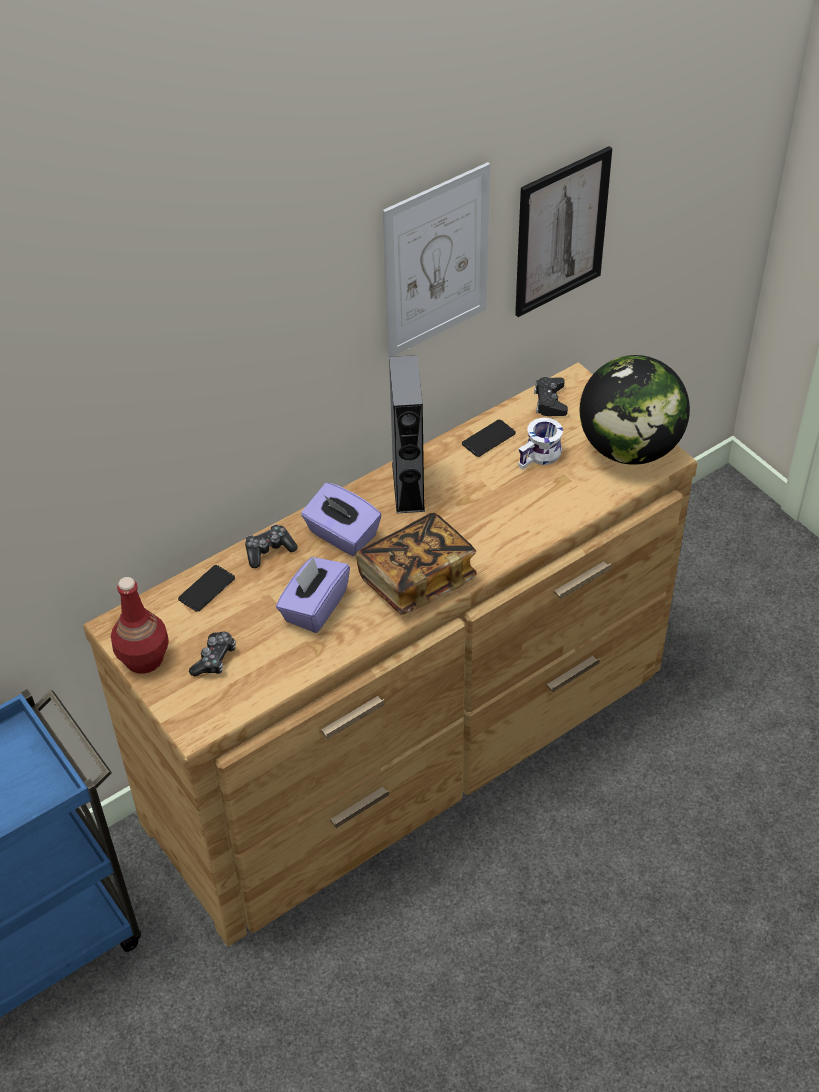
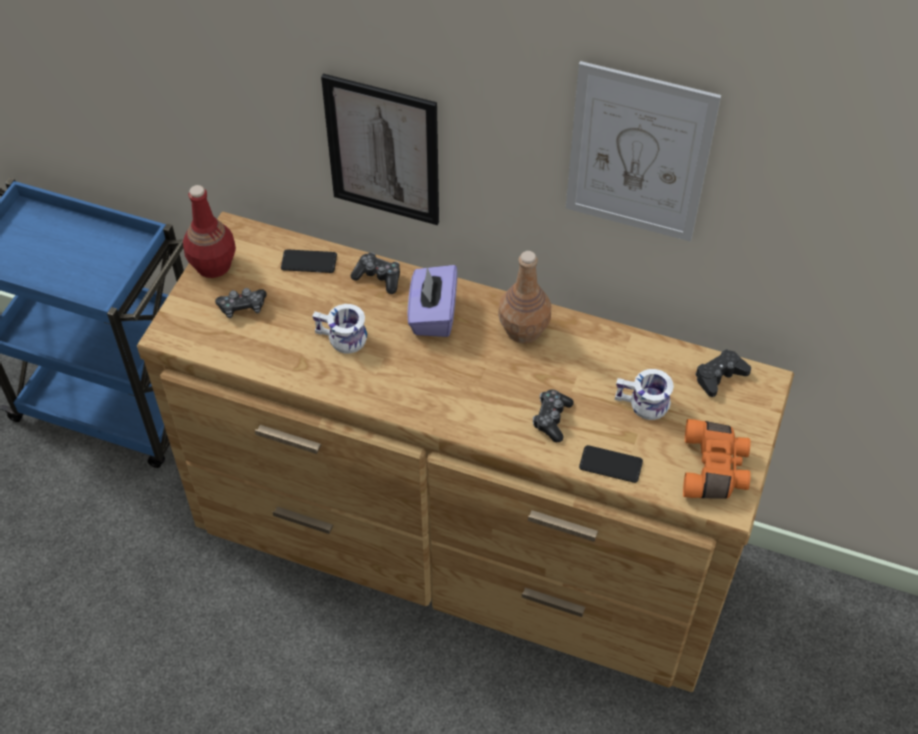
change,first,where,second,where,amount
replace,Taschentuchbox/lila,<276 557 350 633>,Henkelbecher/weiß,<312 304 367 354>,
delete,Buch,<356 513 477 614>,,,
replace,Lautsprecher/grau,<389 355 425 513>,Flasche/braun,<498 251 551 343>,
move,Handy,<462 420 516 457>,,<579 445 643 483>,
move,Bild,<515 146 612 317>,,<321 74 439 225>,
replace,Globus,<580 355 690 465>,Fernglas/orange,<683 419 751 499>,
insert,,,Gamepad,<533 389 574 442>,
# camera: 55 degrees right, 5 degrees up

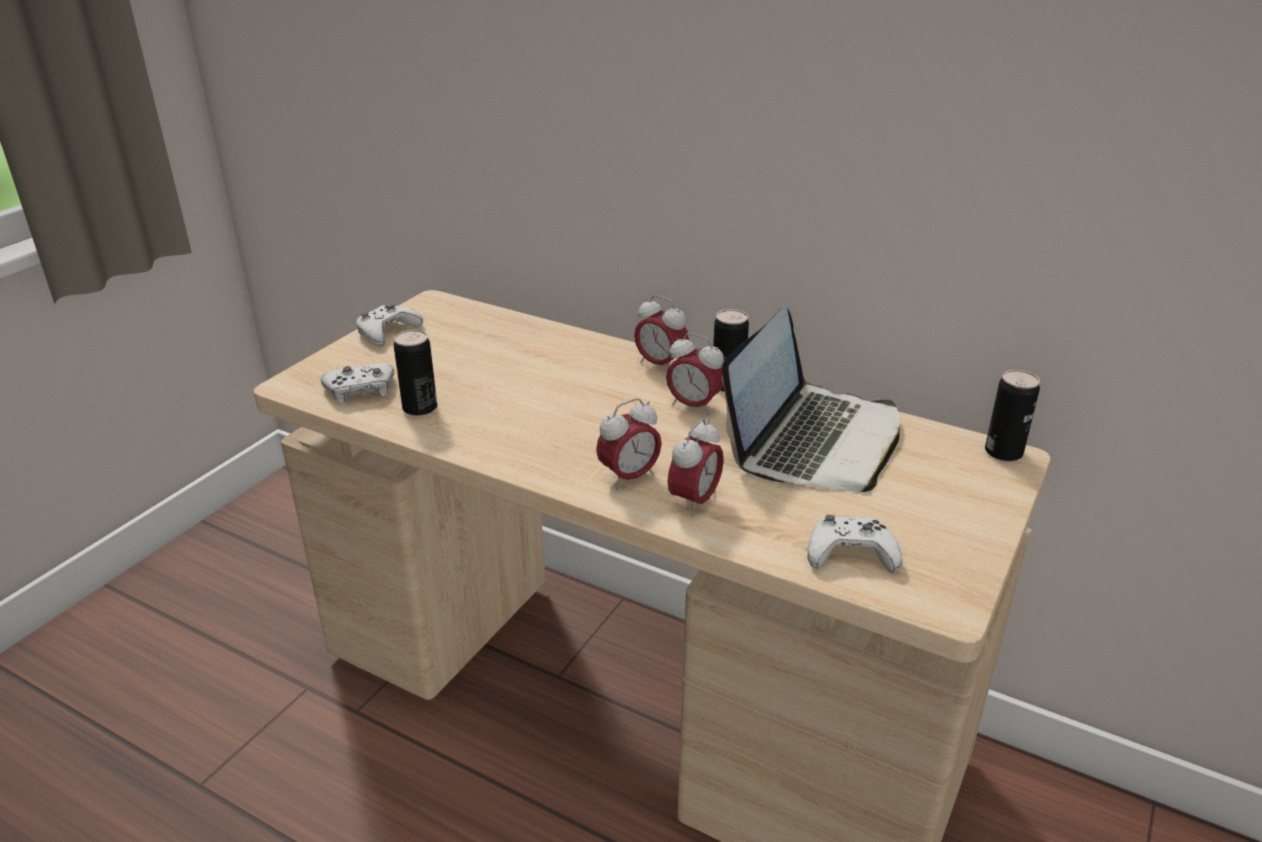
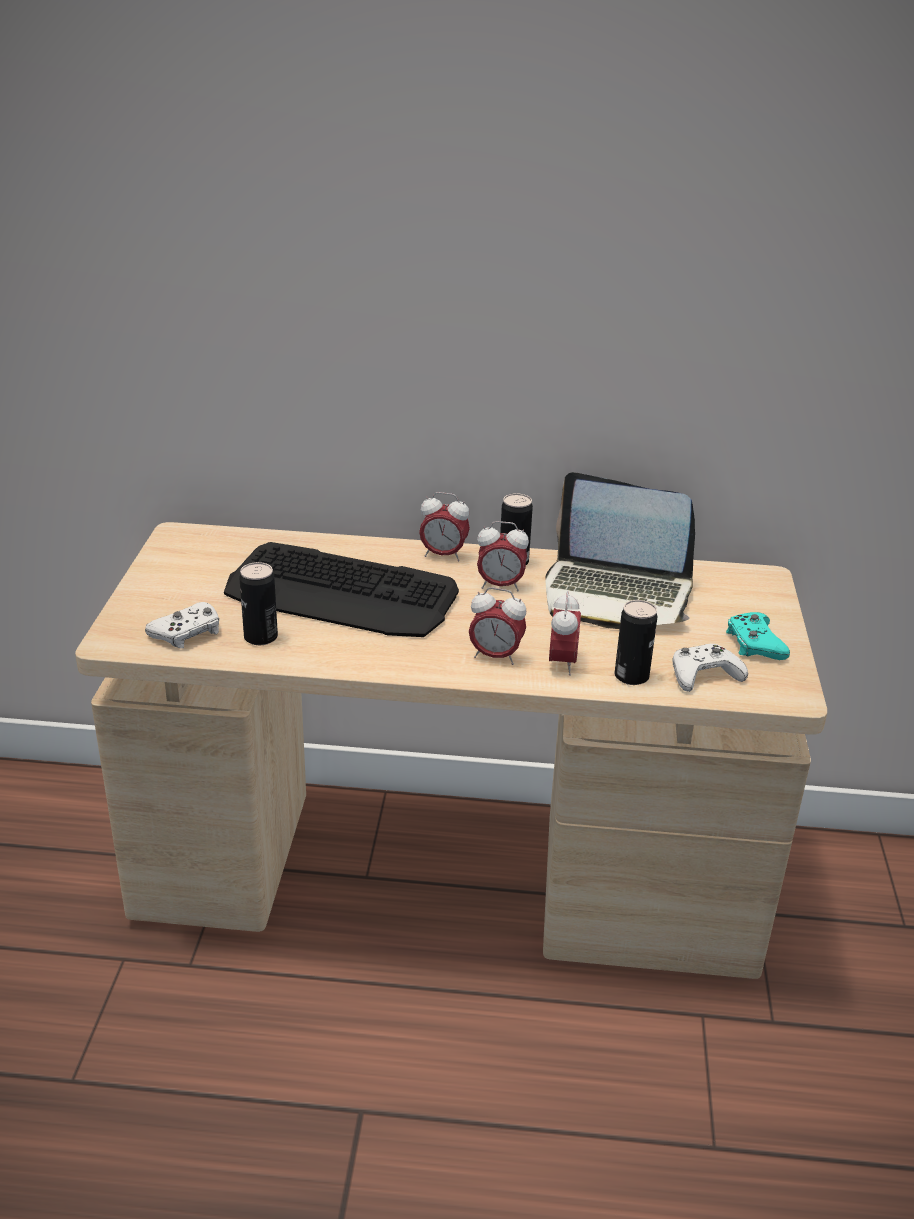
change,first,where,second,where,amount
delete,Gamepad/weiß,<356 305 423 346>,,,
rotate,Wecker,<596 398 662 490>,,<469 587 526 665>,75 degrees clockwise
rotate,Laptop,<722 306 900 492>,,<545 472 695 629>,105 degrees clockwise
move,Dose,<985 370 1040 461>,,<615 600 657 685>,
insert,,,Tastatur,<224 542 459 637>,
insert,,,Gamepad/türkis,<726 612 790 660>,
# camera: 25 degrees left, 0 degrees up

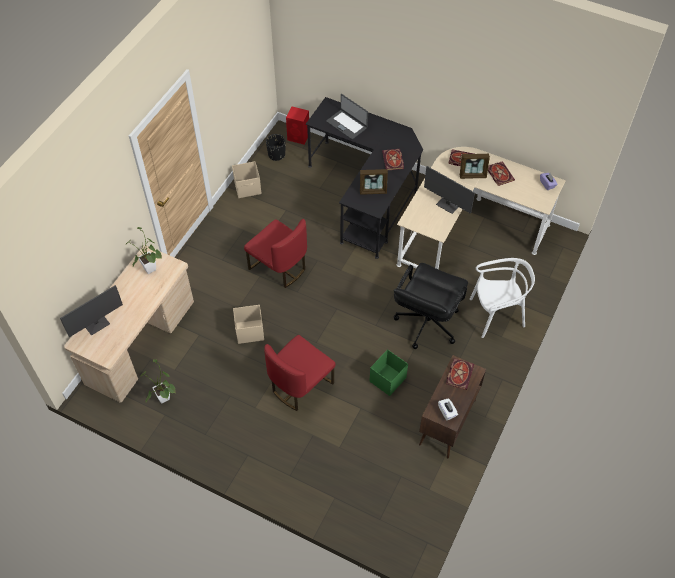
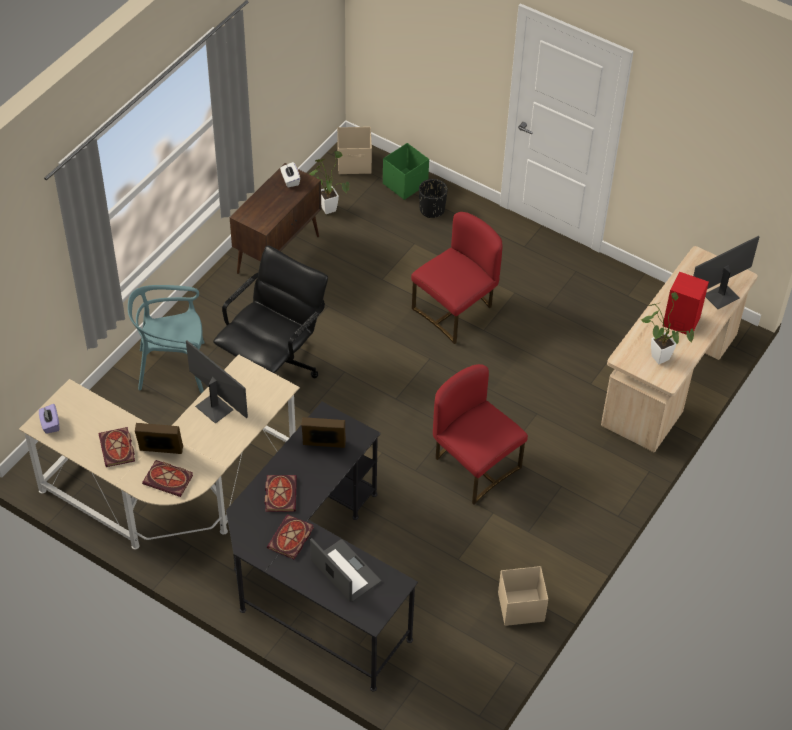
change,first,where,second,where,amount
move,Topfpflanze,<140 359 175 403>,,<309 151 349 214>,
move,Aufbewahrungsbox/beige,<233 305 264 344>,,<337 127 372 174>,
move,Pflanzkübel/schwarz,<266 134 286 161>,,<419 179 448 218>,
move,Lautsprecher/rot,<286 107 309 144>,,<664 272 709 334>,
move,Aufbewahrungsbox/grün,<370 349 408 396>,,<383 143 429 200>,
move,Buch,<446 358 474 390>,,<267 514 314 559>,
recolor,Stuhl/weiß,<470 258 535 338>,Stuhl/türkis,<128 285 205 393>,
# camera: 175 degrees left, 5 degrees down

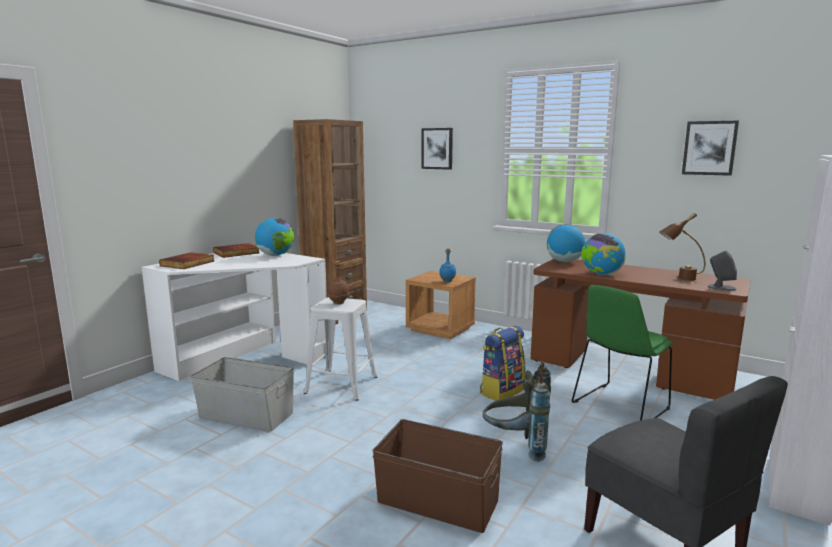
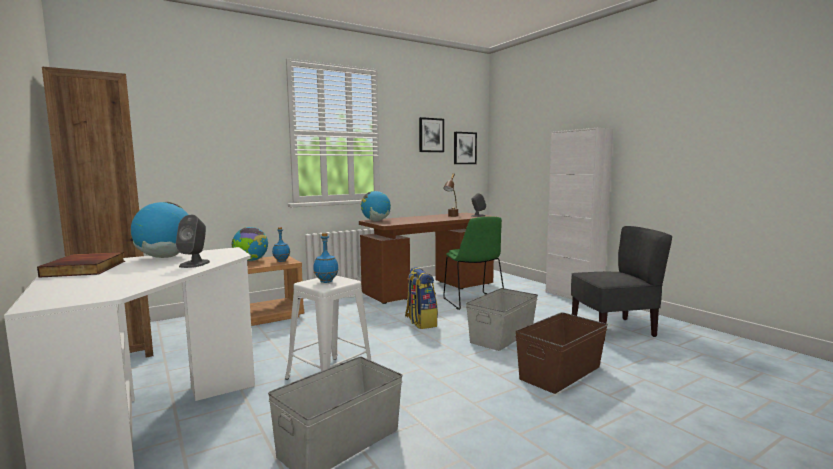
change,first,where,second,where,amount
delete,Buch,<159 252 214 269>,,,
recolor,Flasche/braun,<327 261 349 304>,Flasche/blau,<313 233 339 283>,
move,Bild,<421 128 453 170>,,<454 132 477 164>,
replace,Rucksack/grau,<483 361 551 462>,Aufbewahrungsbox/grau,<466 288 538 351>,
move,Globus,<581 233 626 275>,,<232 227 268 261>,
insert,,,Lautsprecher/grau,<176 215 210 268>,
# camera: 65 degrees left, 5 degrees down

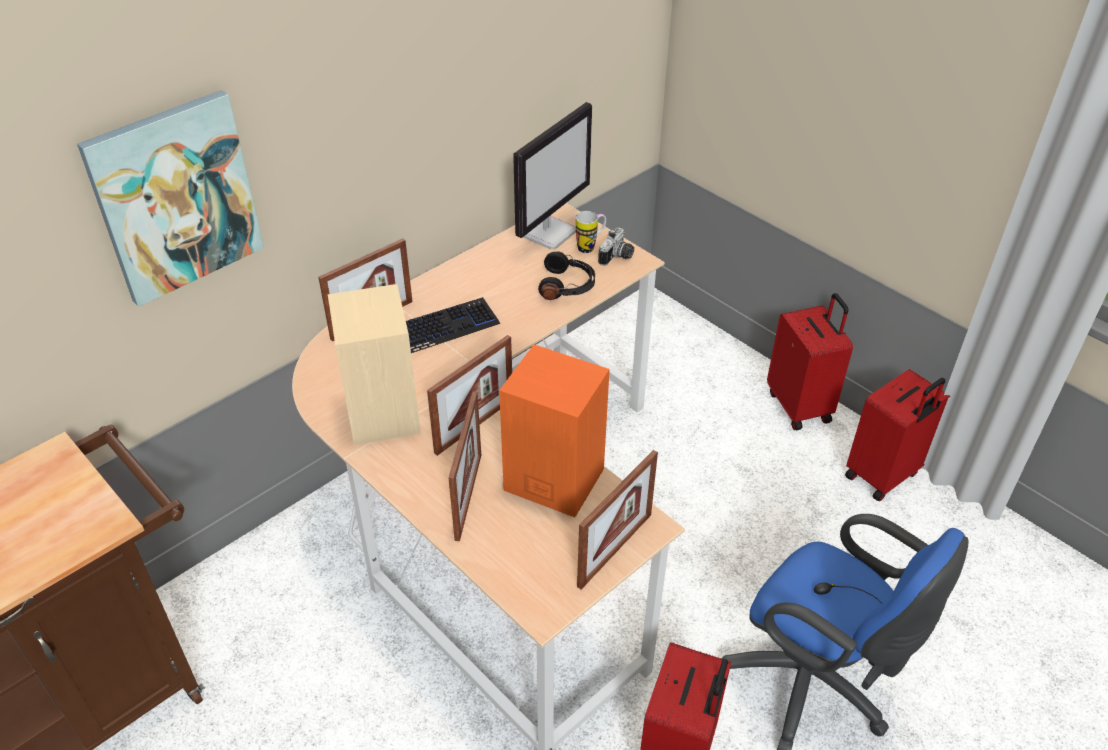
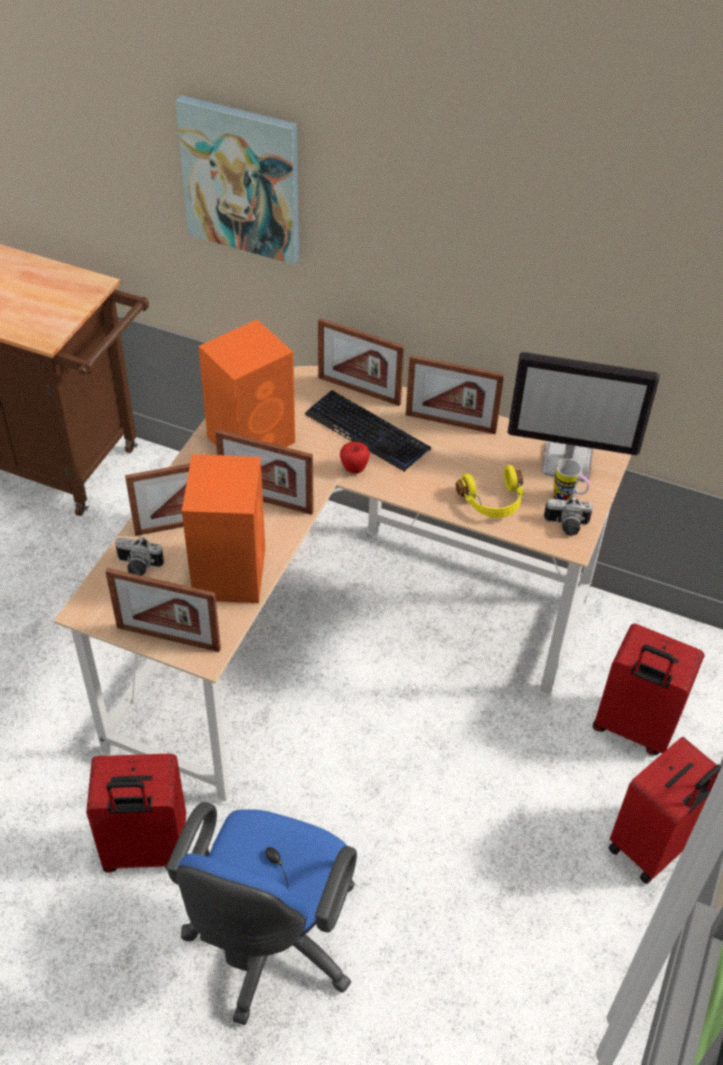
change,first,where,second,where,amount
recolor,Lautsprecher/beige,<328 284 421 445>,Lautsprecher/orange,<198 320 295 447>,
recolor,Kopfhörer/schwarz,<538 251 595 300>,Kopfhörer/gelb,<456 465 524 518>,
move,Koffer/rot,<845 369 950 501>,,<593 624 705 755>,
insert,,,Kamera,<115 536 164 576>,
insert,,,Apfel,<340 442 370 474>,
insert,,,Bilderrahmen,<406 355 505 434>,
# camera: 65 degrees right, 5 degrees up

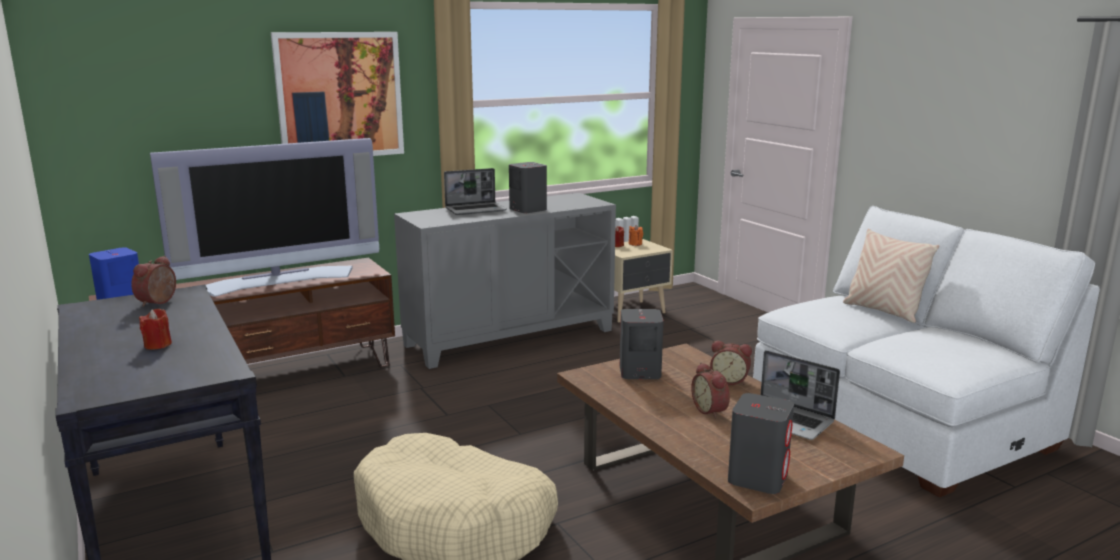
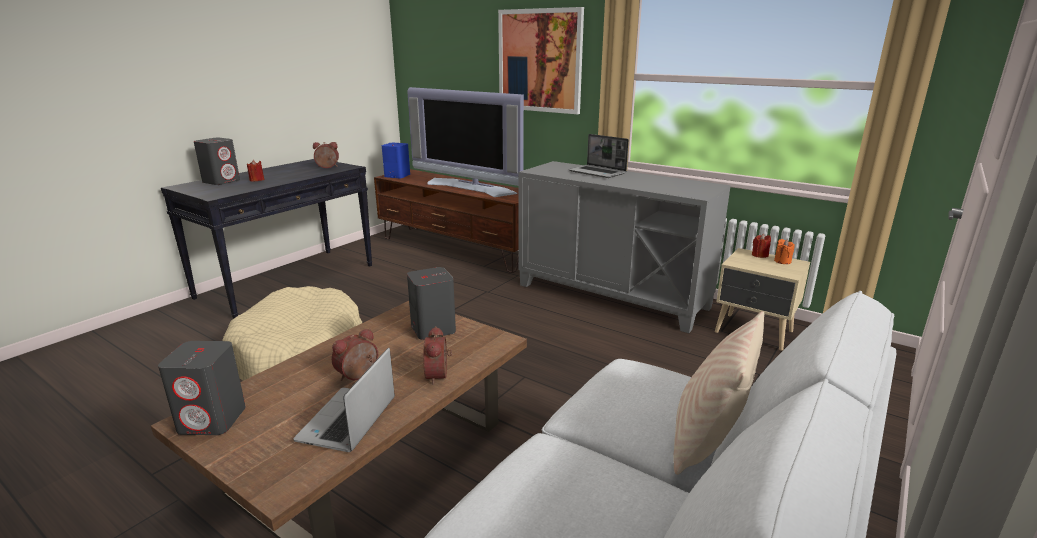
change,first,where,second,where,amount
move,Lautsprecher/grau,<509 162 547 213>,,<194 138 240 185>,
# camera: 65 degrees right, 5 degrees up

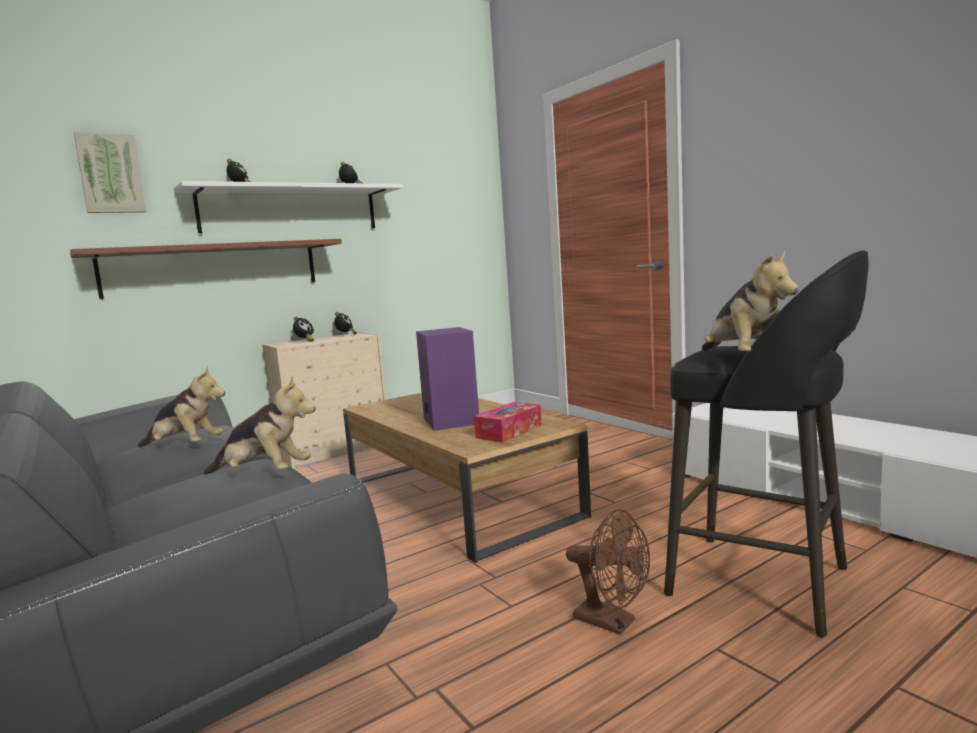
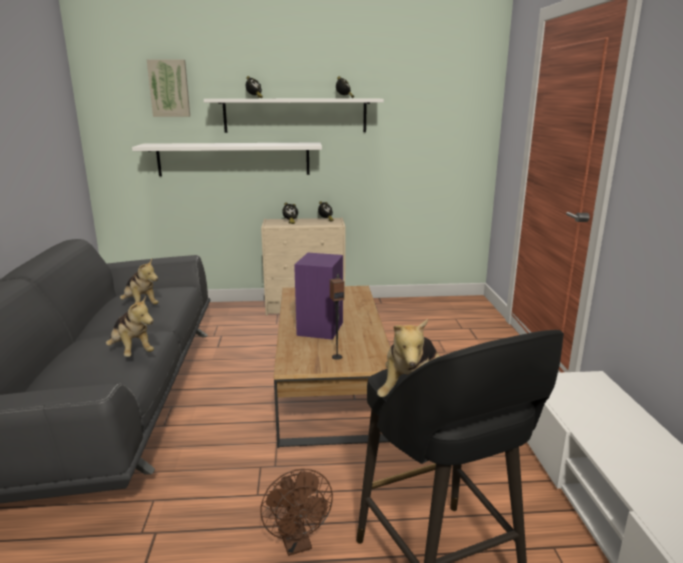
change,first,where,second,where,amount
recolor,Wandregal/braun,<70 239 342 299>,Wandregal/weiß,<132 143 322 176>,
replace,Taschentuchbox,<474 402 542 443>,Lautsprecher,<330 278 344 360>,
# camera: 30 degrees right, 10 degrees up

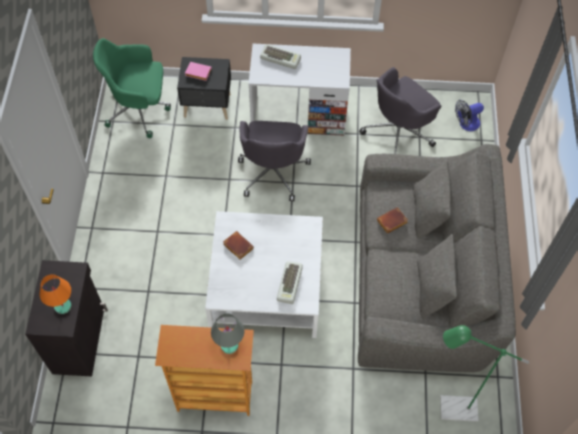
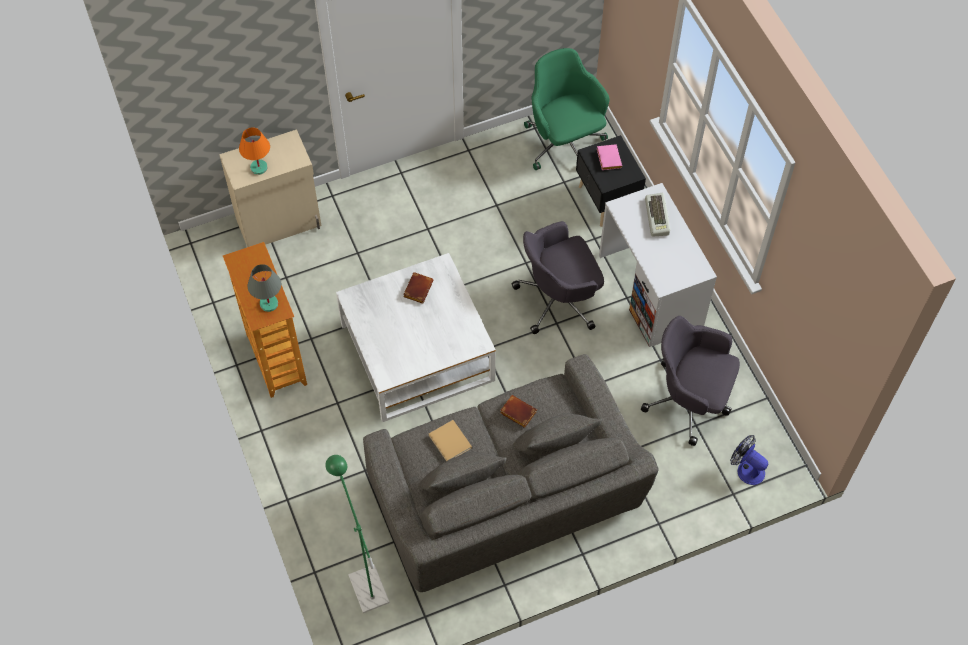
change,first,where,second,where,amount
recolor,Schrank/schwarz,<25 260 108 376>,Schrank/beige,<219 129 322 247>,
delete,Tastatur,<277 261 303 304>,,,
insert,,,Buch/beige,<429 420 472 461>,
# camera: 65 degrees right, 0 degrees up

